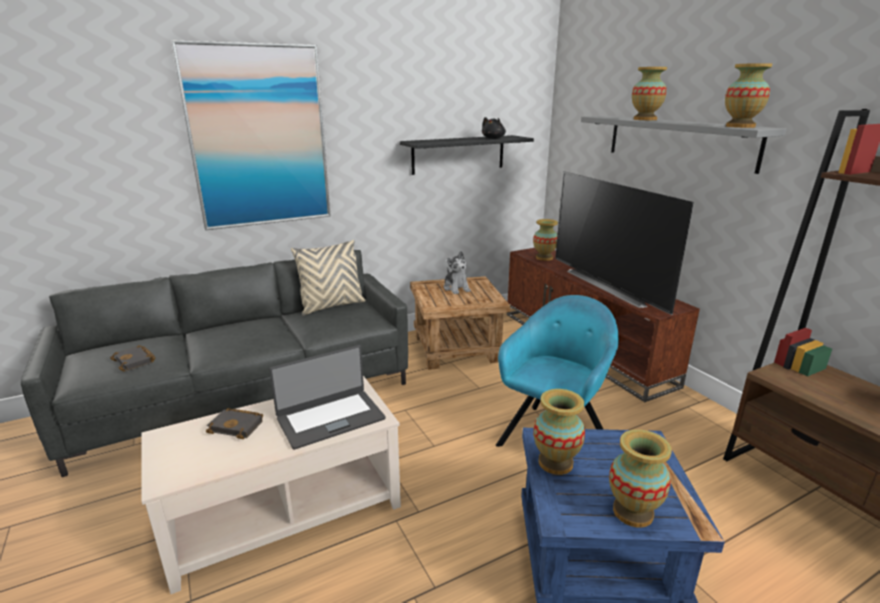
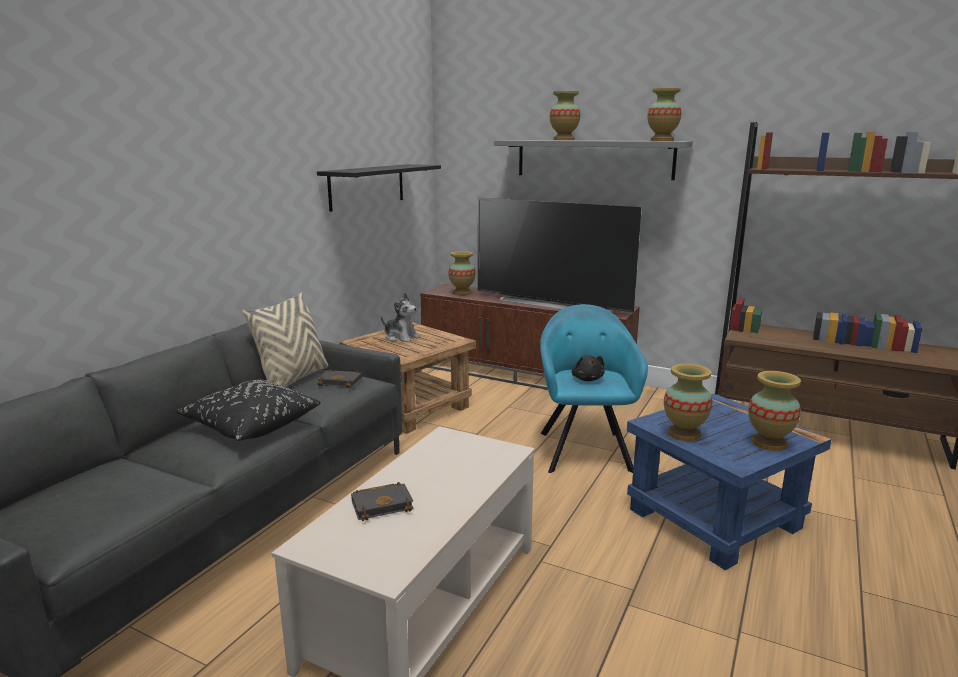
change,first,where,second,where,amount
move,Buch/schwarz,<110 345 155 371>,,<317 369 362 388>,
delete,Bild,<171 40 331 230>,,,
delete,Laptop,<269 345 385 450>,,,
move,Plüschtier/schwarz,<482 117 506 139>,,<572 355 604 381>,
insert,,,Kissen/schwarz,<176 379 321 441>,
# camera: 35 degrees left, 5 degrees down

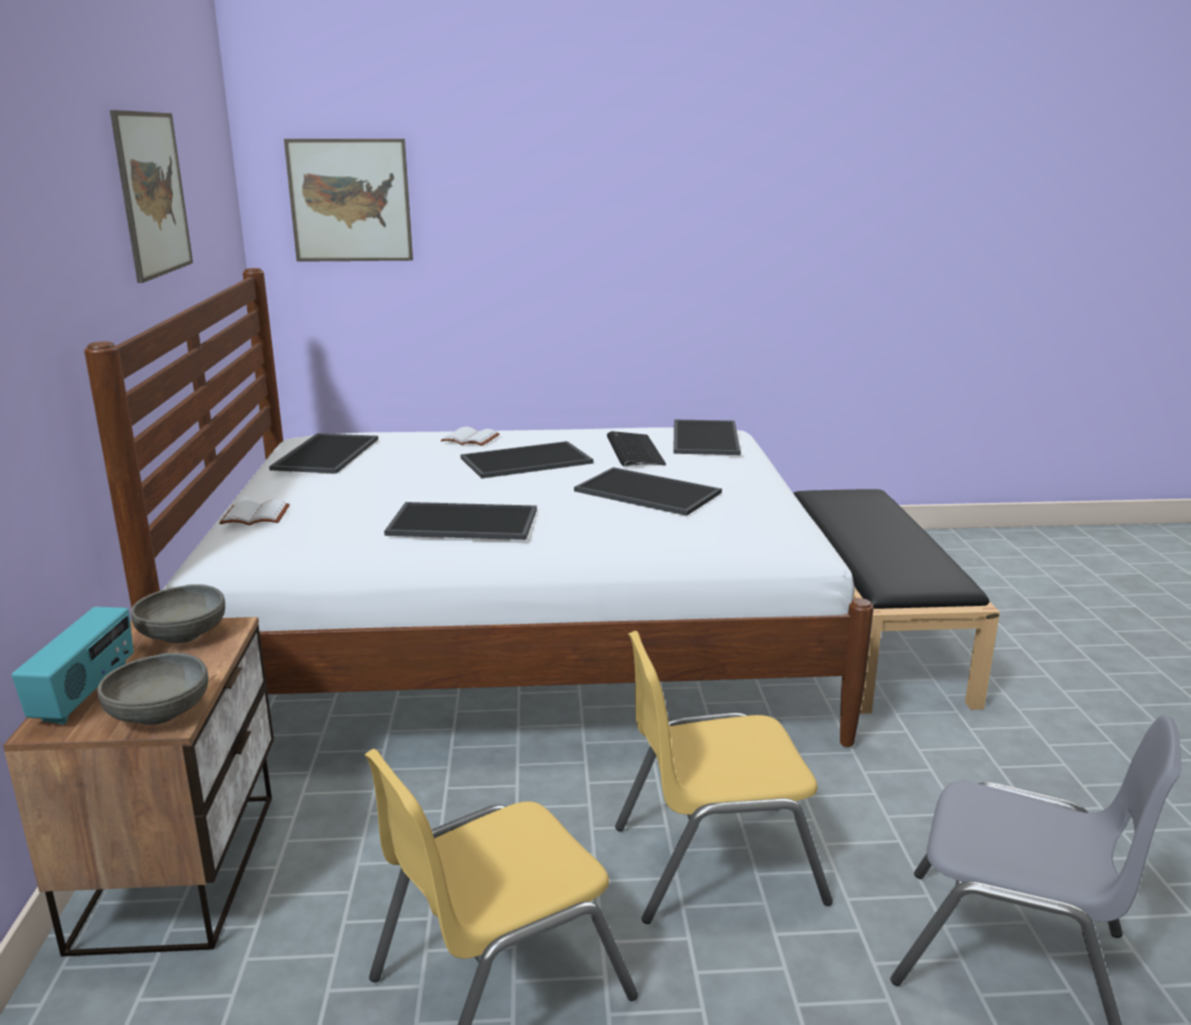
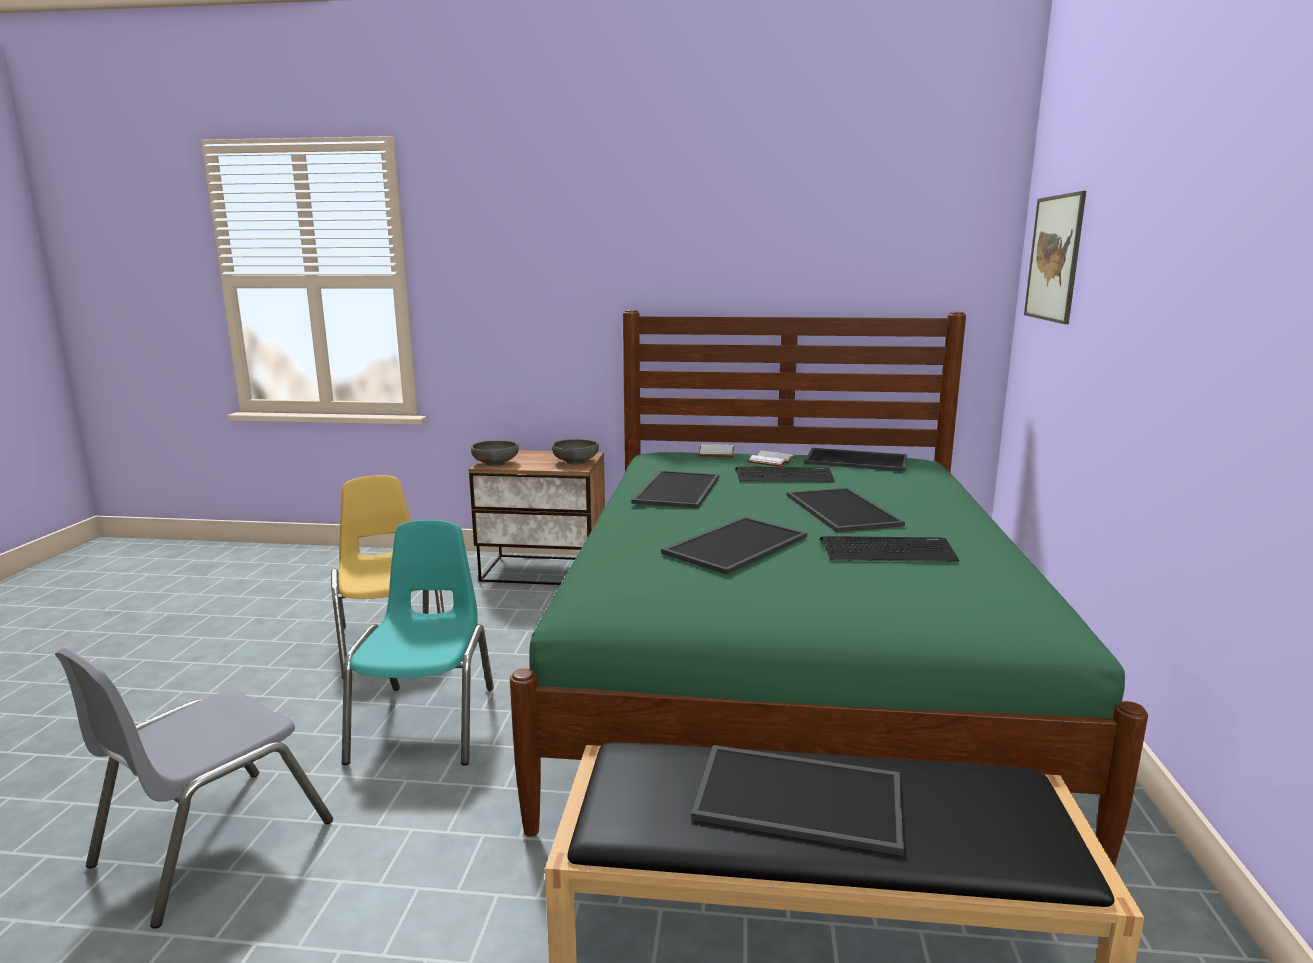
change,first,where,second,where,amount
delete,Radio,<12 607 133 724>,,,
recolor,Bett/weiß,<84 268 874 747>,Bett/grün,<510 310 1148 867>,
delete,Bild,<110 110 193 283>,,,
move,Buch/weiß,<441 427 500 446>,,<747 451 796 467>,
recolor,Stuhl/gelb,<615 631 833 924>,Stuhl/türkis,<342 520 494 766>,
move,Tablett,<673 419 741 455>,,<691 745 904 856>,
insert,,,Tastatur,<735 467 835 483>,
# camera: 100 degrees right, 5 degrees down

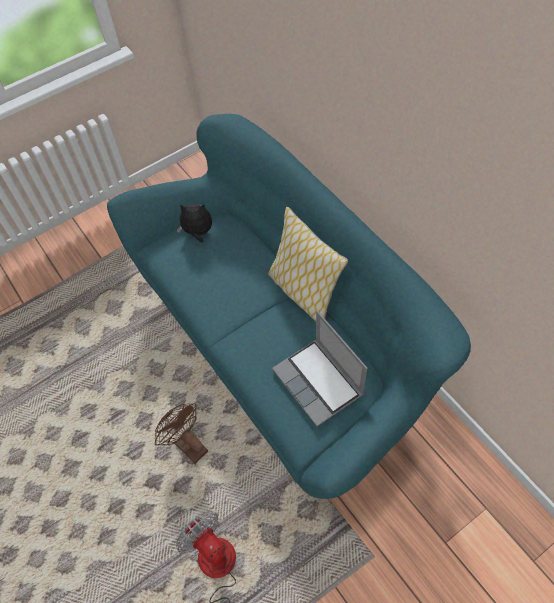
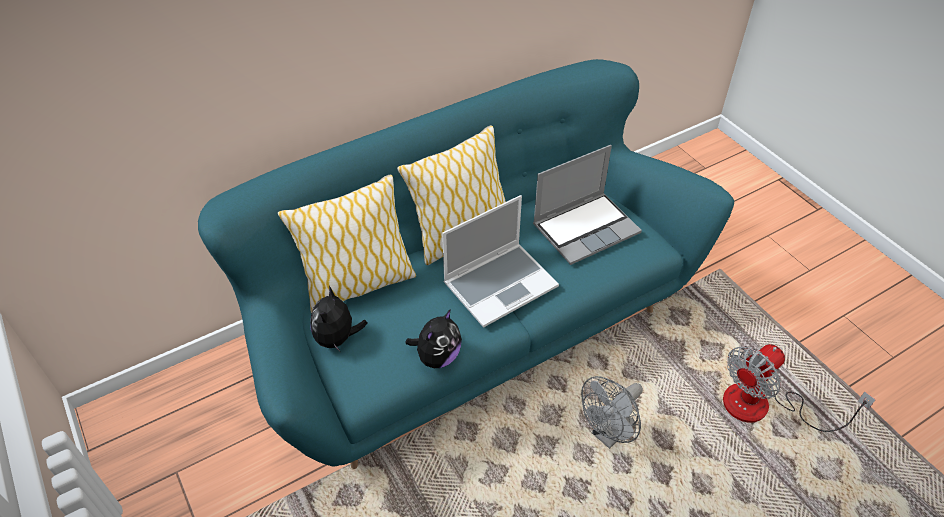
change,first,where,second,where,amount
recolor,Ventilator/braun,<155 403 208 464>,Ventilator/grau,<581 376 643 449>,
insert,,,Kissen,<278 174 416 314>,
insert,,,Plüschtier,<405 309 462 368>,
insert,,,Laptop,<442 195 559 328>,
# camera: 90 degrees left, 10 degrees down

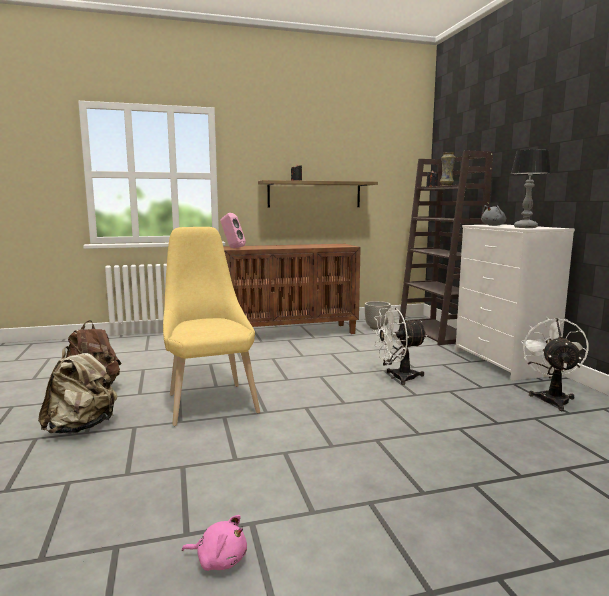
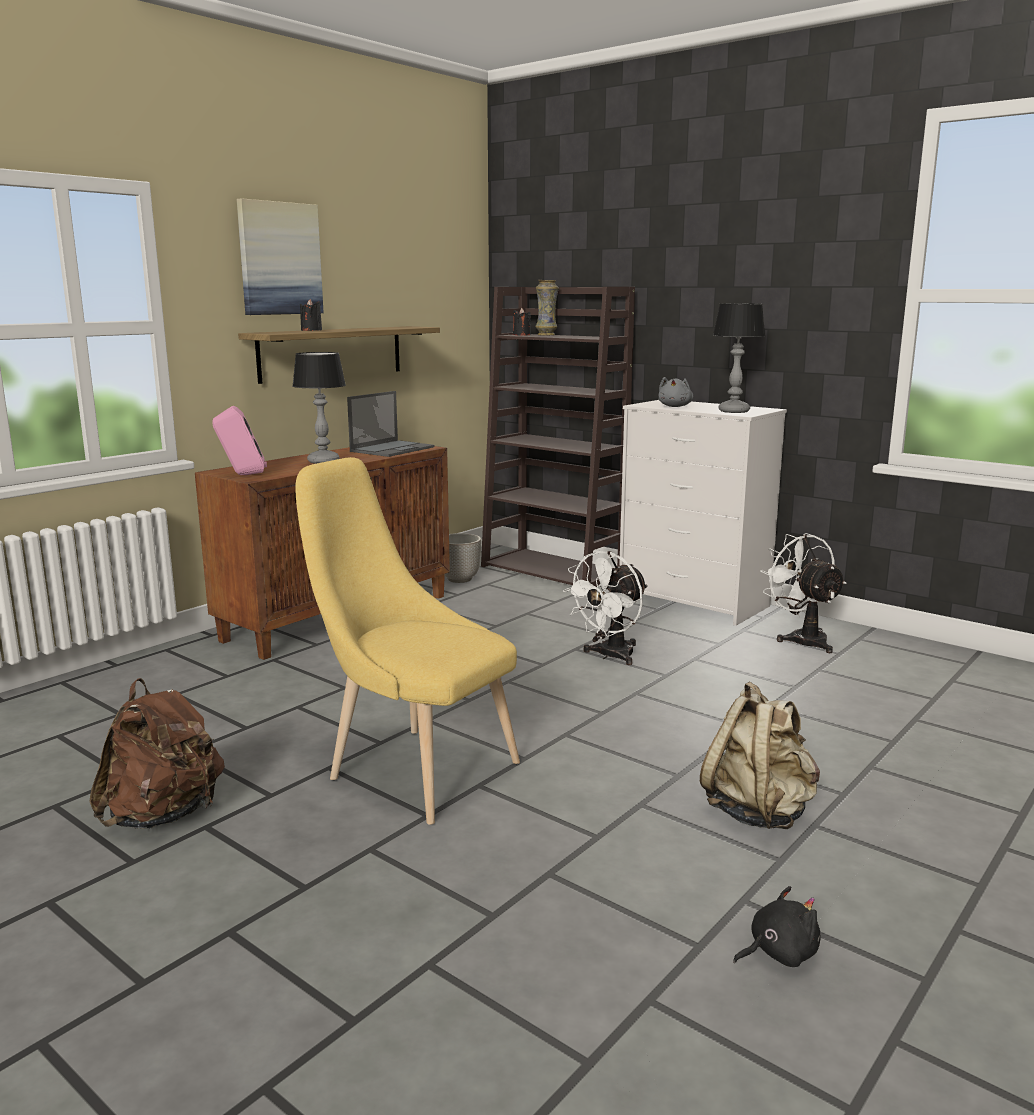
change,first,where,second,where,amount
move,Rucksack/beige,<38 346 118 434>,,<700 681 820 829>,
recolor,Plüschtier/rosa,<182 515 247 571>,Plüschtier/schwarz,<733 886 820 967>,
insert,,,Bild,<237 198 324 315>,
insert,,,Tischlampe,<292 352 346 464>,
insert,,,Laptop,<347 391 435 457>,
# camera: 35 degrees left, 5 degrees up

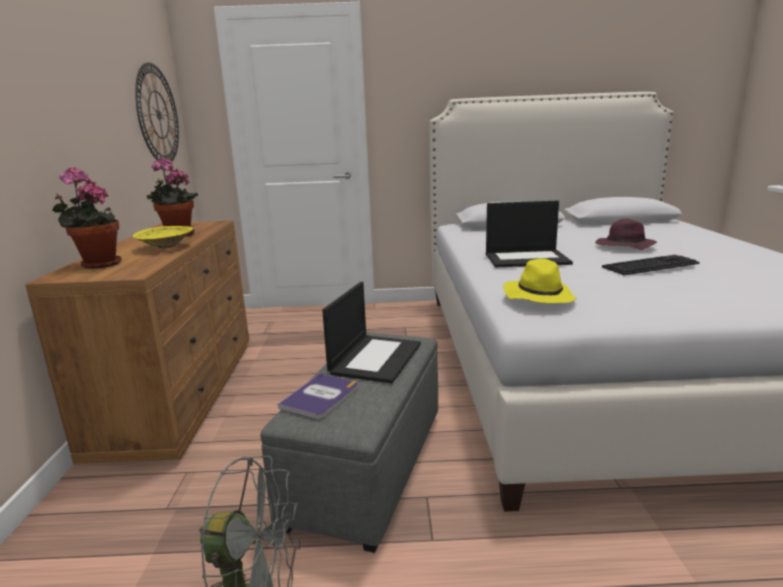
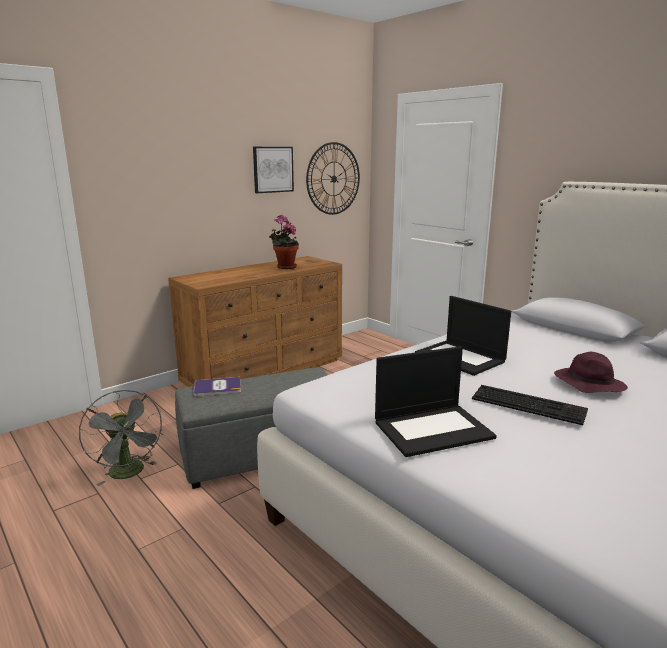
change,first,where,second,where,amount
delete,Topfpflanze,<52 167 122 269>,,,
delete,Schüssel/gelb,<133 226 193 249>,,,
move,Laptop,<322 282 421 383>,,<375 346 497 457>,
delete,Hut/gelb,<503 258 577 303>,,,
insert,,,Bild,<253 147 294 193>,
# camera: 50 degrees right, 0 degrees up

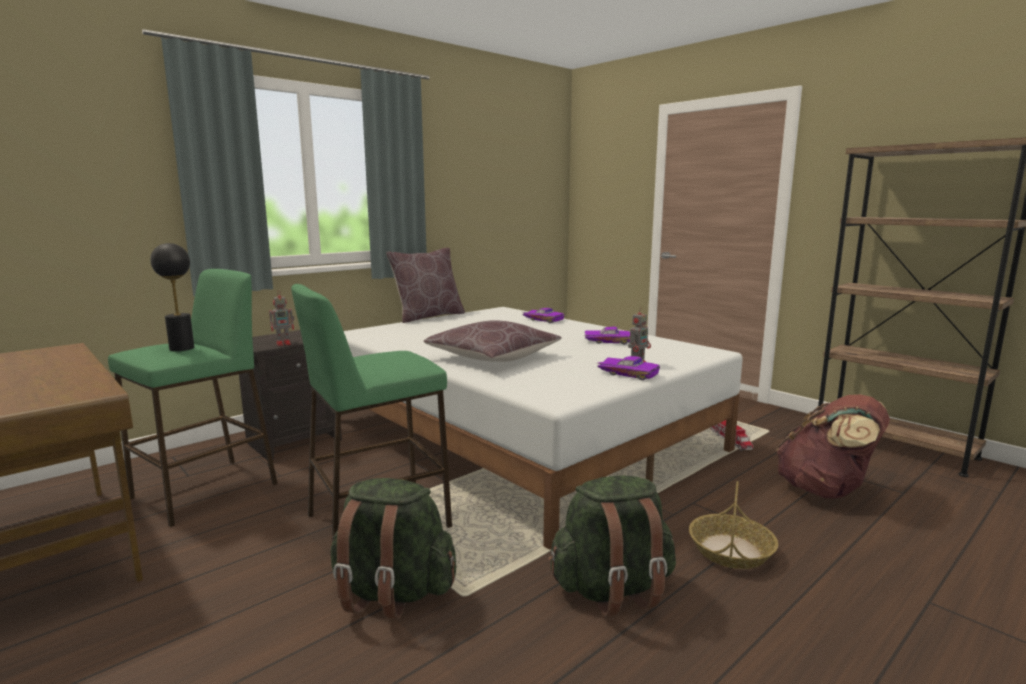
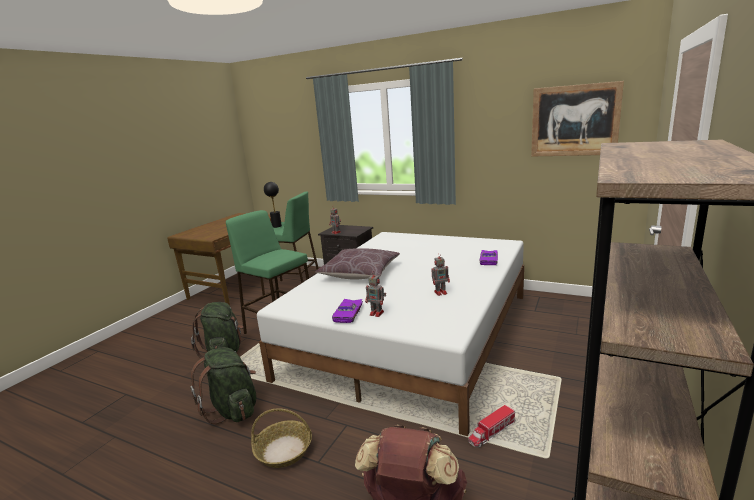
change,first,where,second,where,amount
delete,Kissen/braun,<386 248 465 323>,,,
replace,Spielzeugauto/lila,<584 327 630 344>,Spielzeugroboter,<431 253 450 296>,
insert,,,Bild,<531 81 624 157>,
# camera: 70 degrees right, 5 degrees up

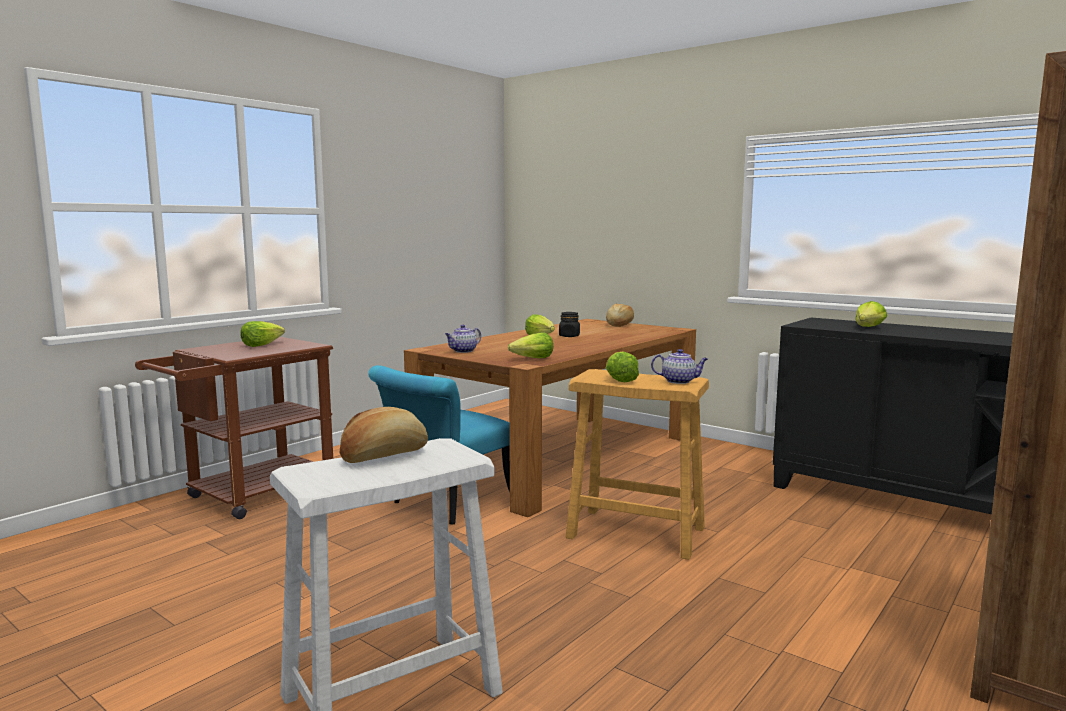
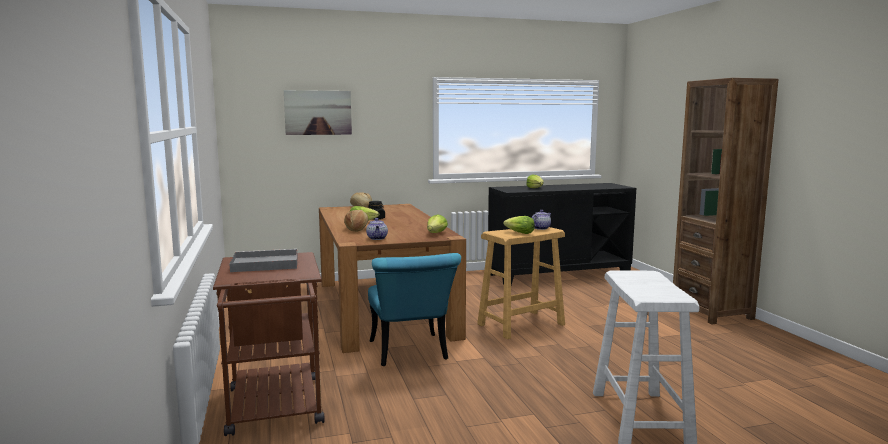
change,first,where,second,where,amount
replace,Salatkopf,<240 321 285 347>,Tablett/grau,<229 249 298 272>,
move,Brot,<340 407 428 463>,,<344 210 368 232>,
insert,,,Bild,<284 90 352 135>,
# camera: 55 degrees left, 0 degrees up

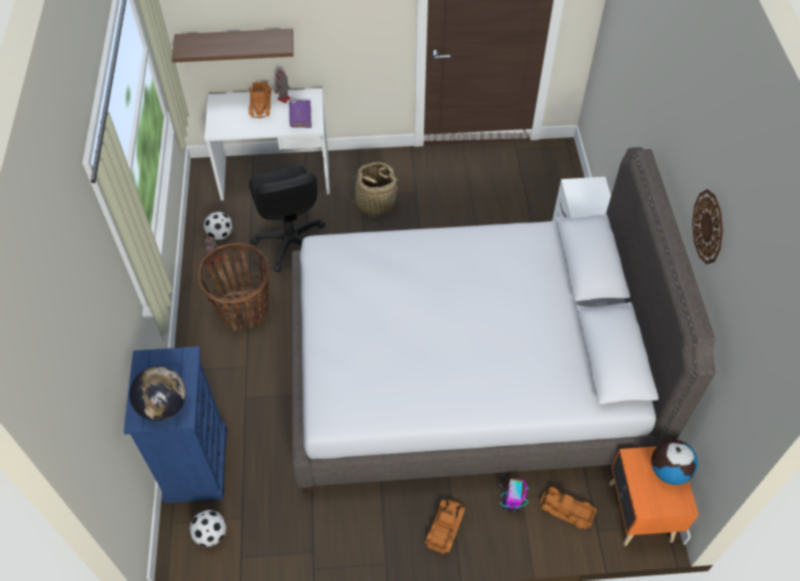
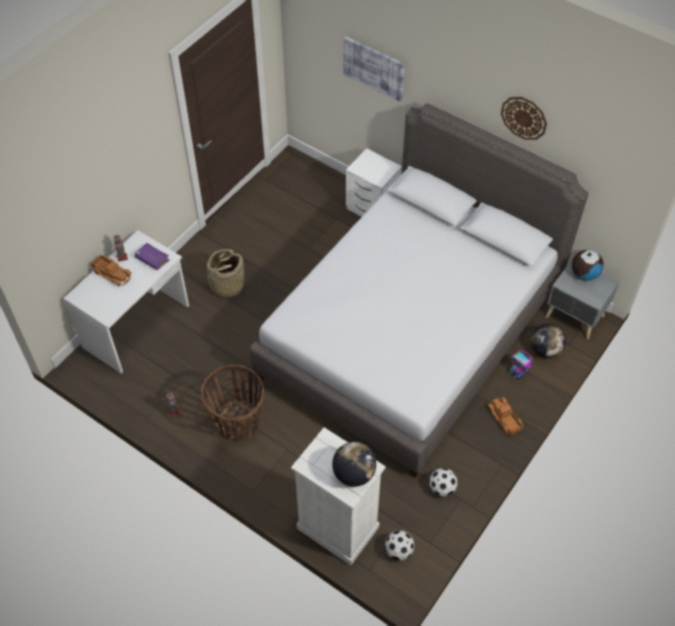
change,first,where,second,where,amount
recolor,Kommode/blau,<124 346 227 503>,Kommode/weiß,<291 427 386 566>,
delete,Wandregal,<172 28 293 63>,,,
move,Fußball,<204 212 233 240>,,<429 468 458 497>,
delete,Bürostuhl/schwarz,<249 165 325 273>,,,
replace,Spielzeuglaster,<540 487 597 530>,Globus,<531 324 566 358>,
recolor,Nachttisch/orange,<609 446 699 546>,Nachttisch/grau,<546 258 619 340>,
insert,,,Bild,<343 36 404 102>,
# camera: 50 degrees left, 0 degrees up

